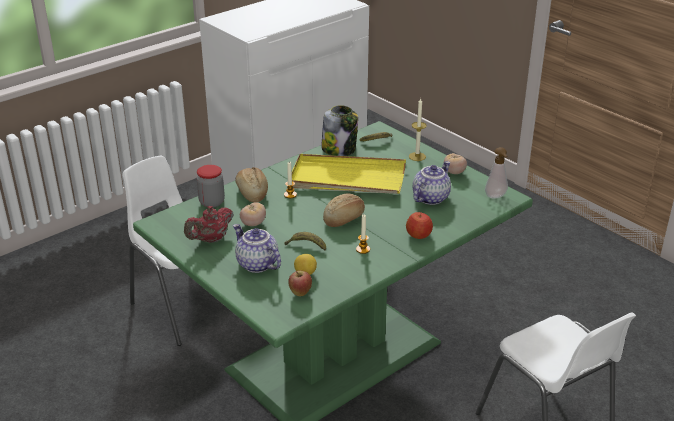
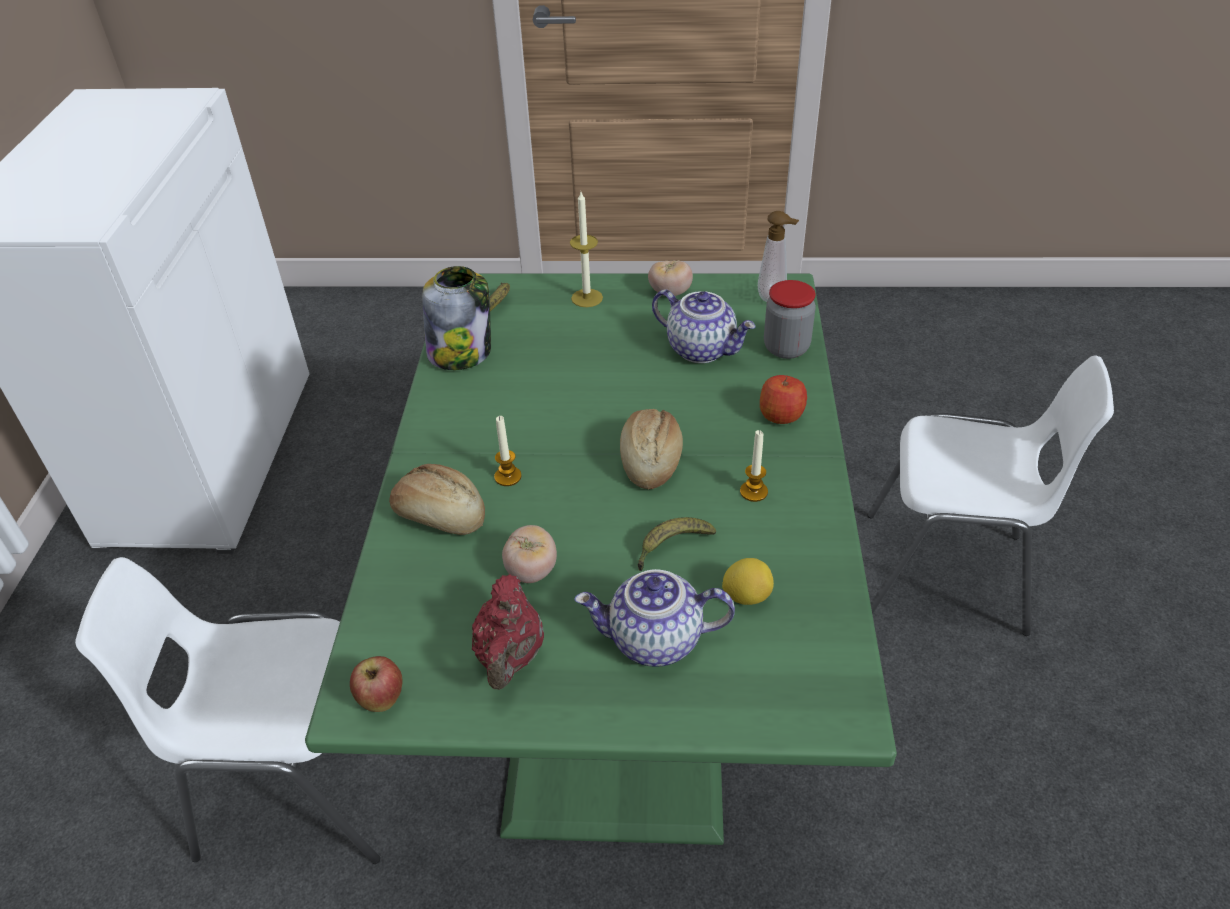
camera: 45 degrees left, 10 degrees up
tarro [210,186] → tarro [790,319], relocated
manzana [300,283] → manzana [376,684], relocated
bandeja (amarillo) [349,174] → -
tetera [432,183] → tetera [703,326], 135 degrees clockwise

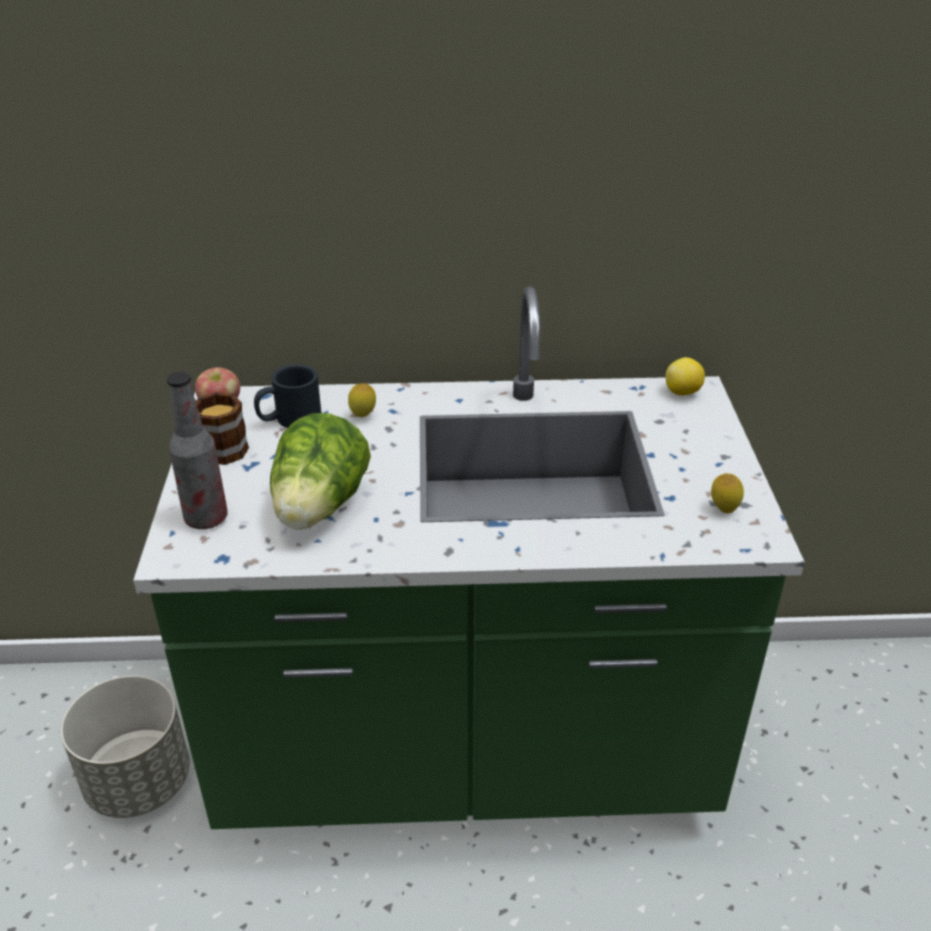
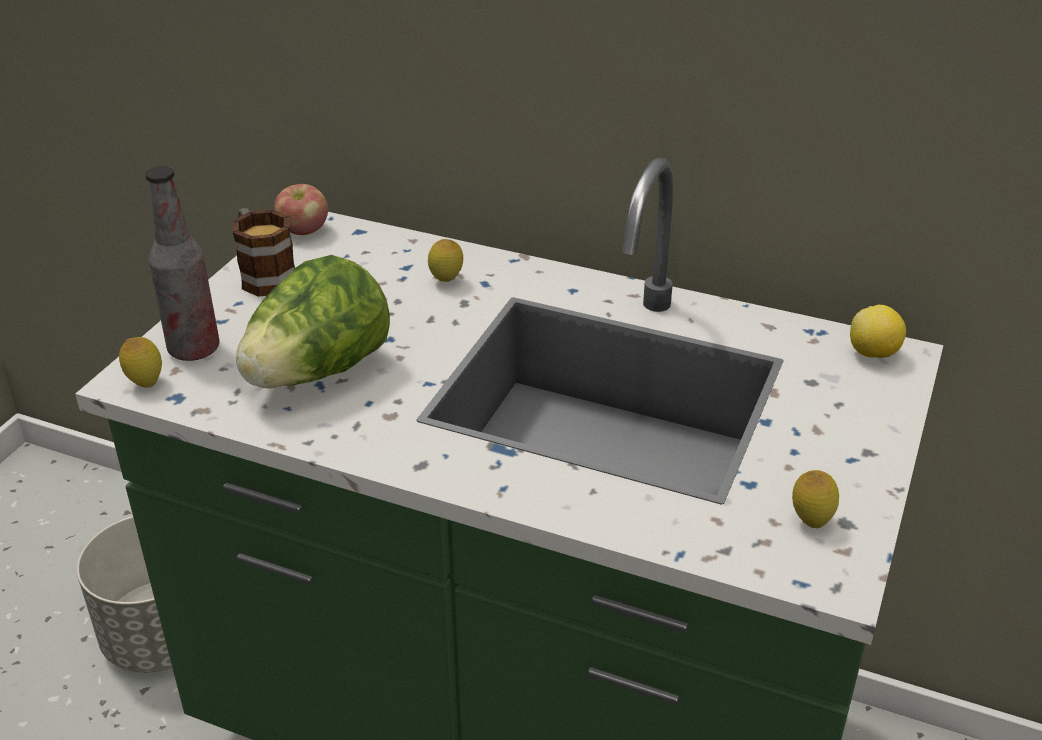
camera: 25 degrees right, 0 degrees up
taza grande (negro) [287,396] → -
- → limón [140,362]

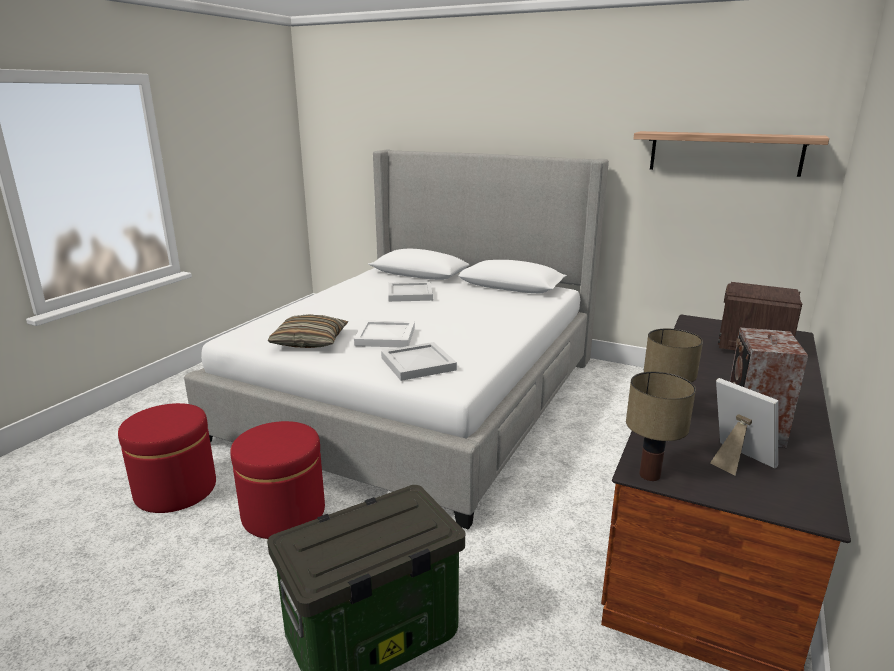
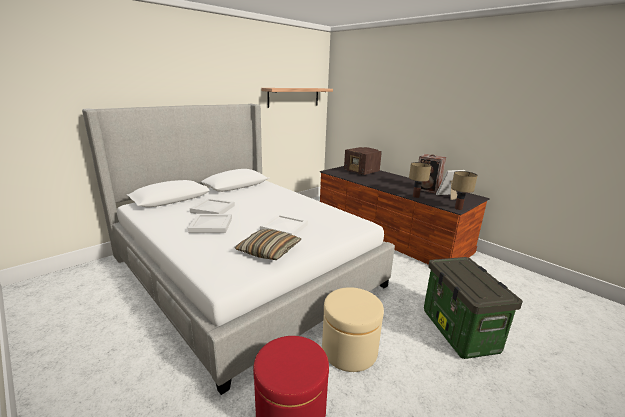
camera: 70 degrees left, 0 degrees up
puf (rojo) [277,480] → puf (beis) [353,329]
bandeja (blanco) [419,361] → bandeja (blanco) [210,223], relocated

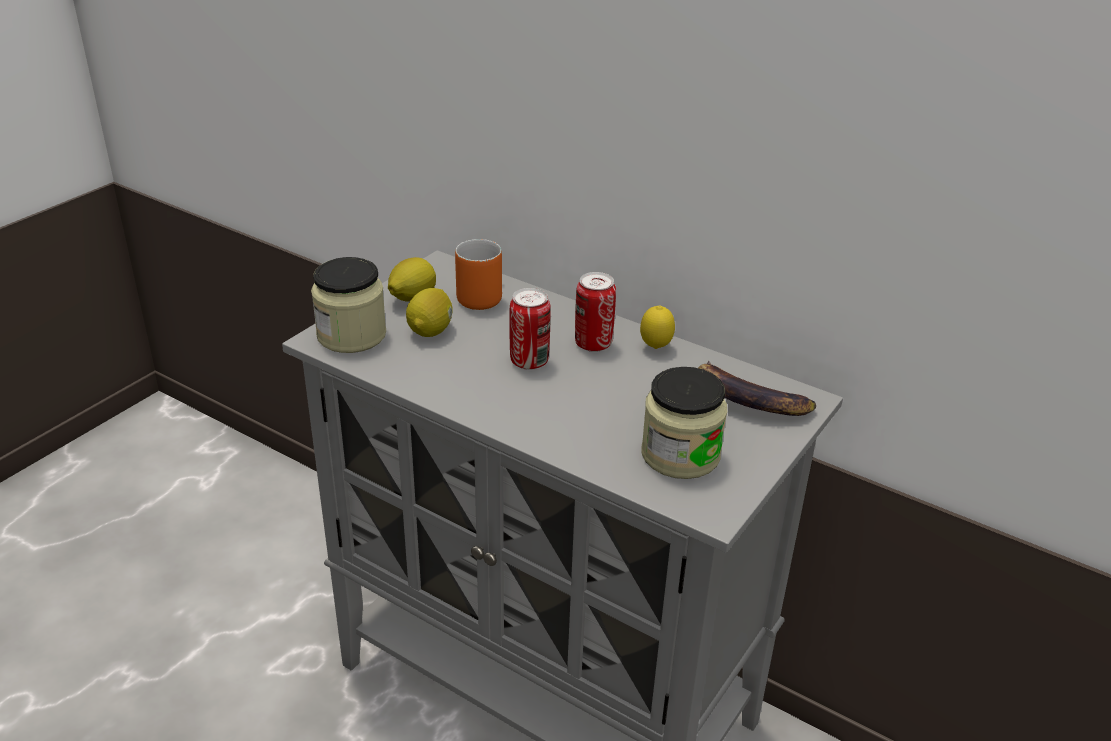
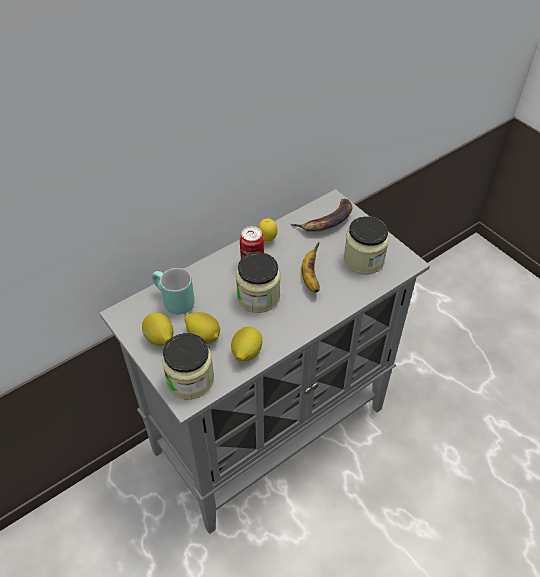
camera: 70 degrees left, 15 degrees up
taza grande (naranja) [478,274] → taza grande (turquesa) [173,291]
lata [530,329] → tarro [258,282]
- → limón [246,344]
- → plátano [310,267]

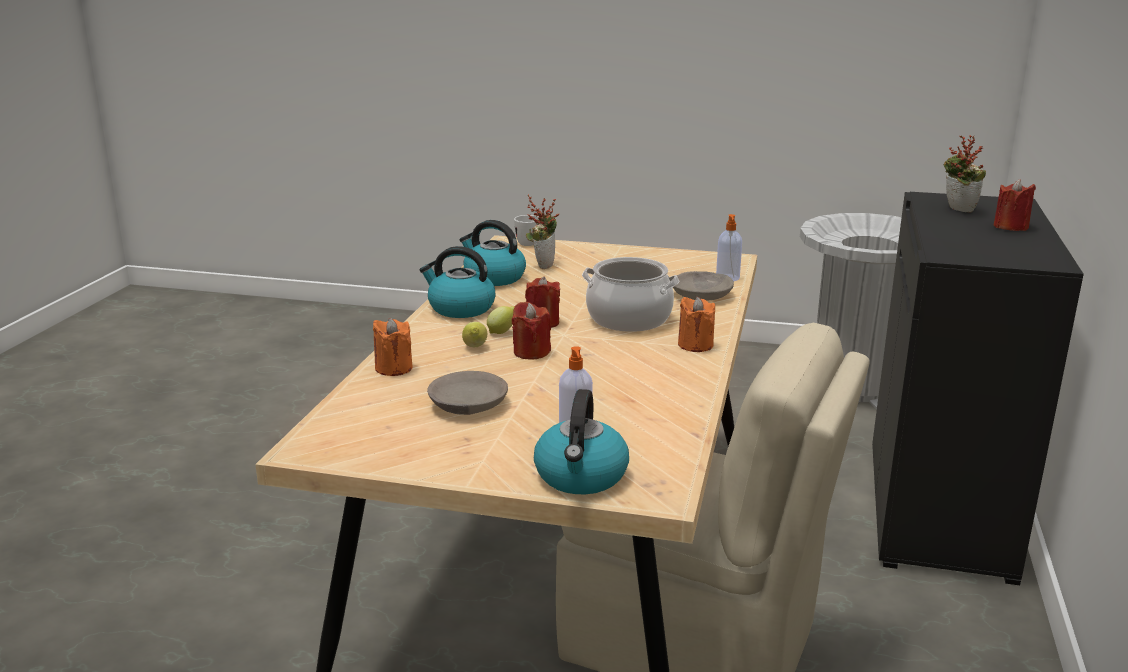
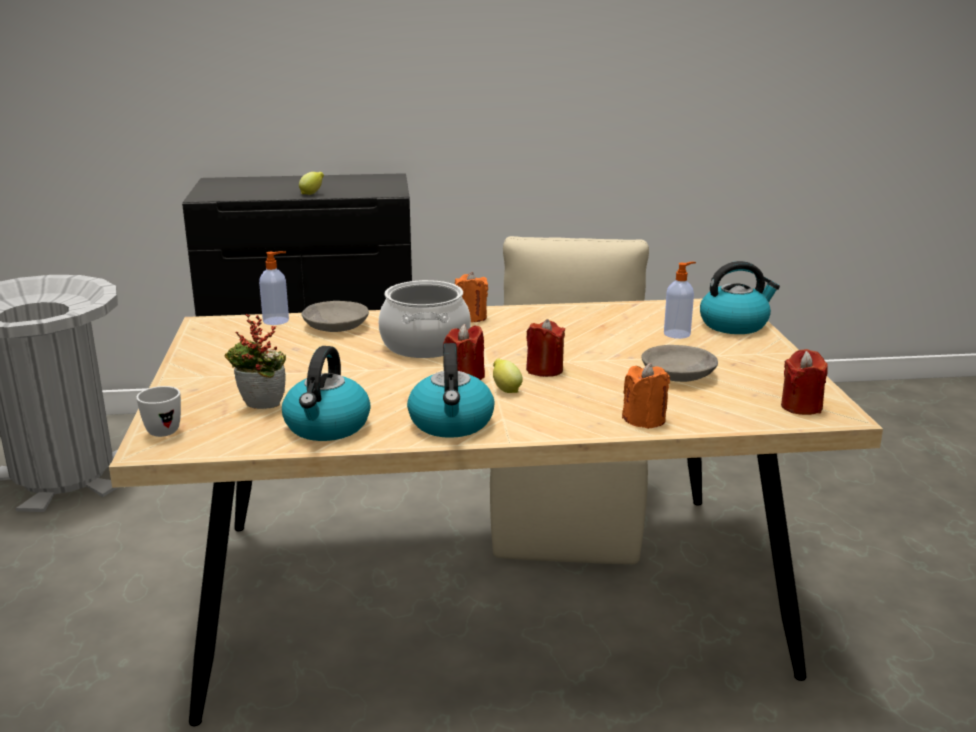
camera: 110 degrees left, 0 degrees up
limón [474,334] → limón [311,183], relocated
planta en maceta [965,173] → -
vela (rojo) [1015,205] → vela (rojo) [804,382], relocated

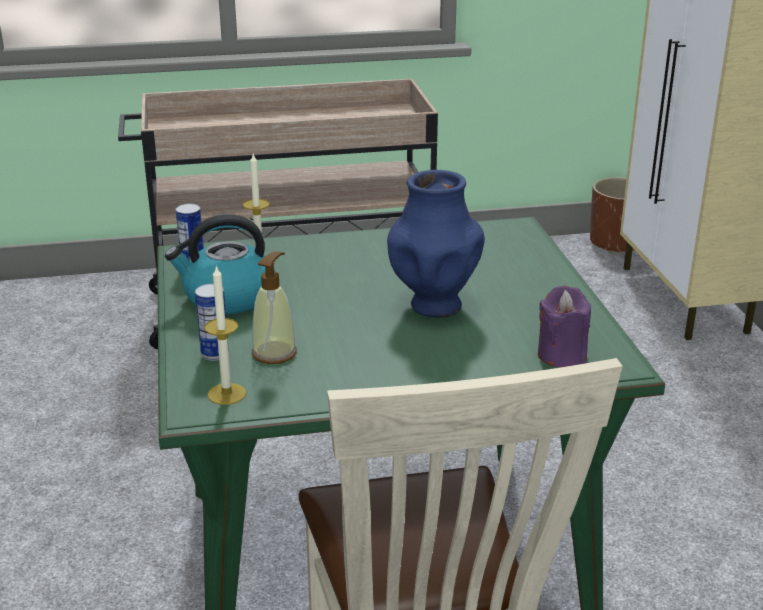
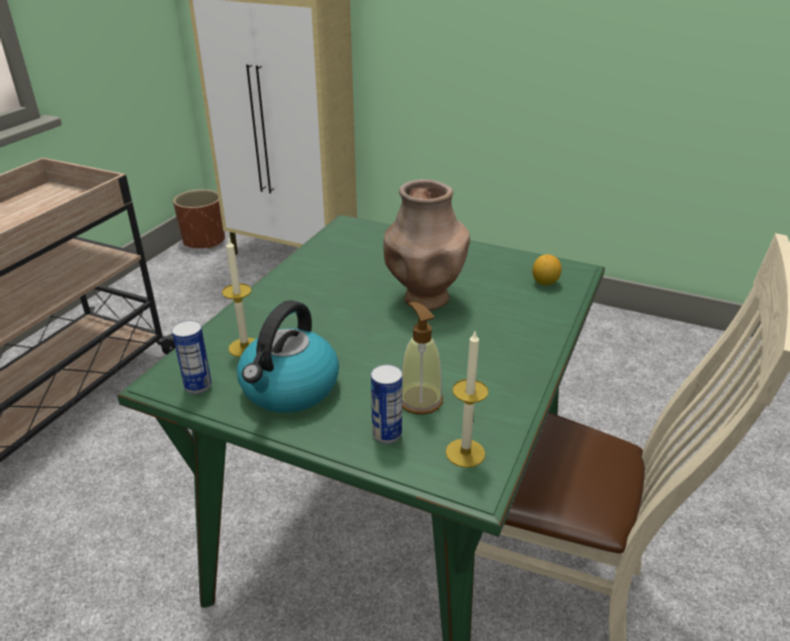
camera: 55 degrees left, 5 degrees up
florero (azul) [436,244] → florero (marrón) [426,244]
vela (morado) [564,326] → limón [547,269]

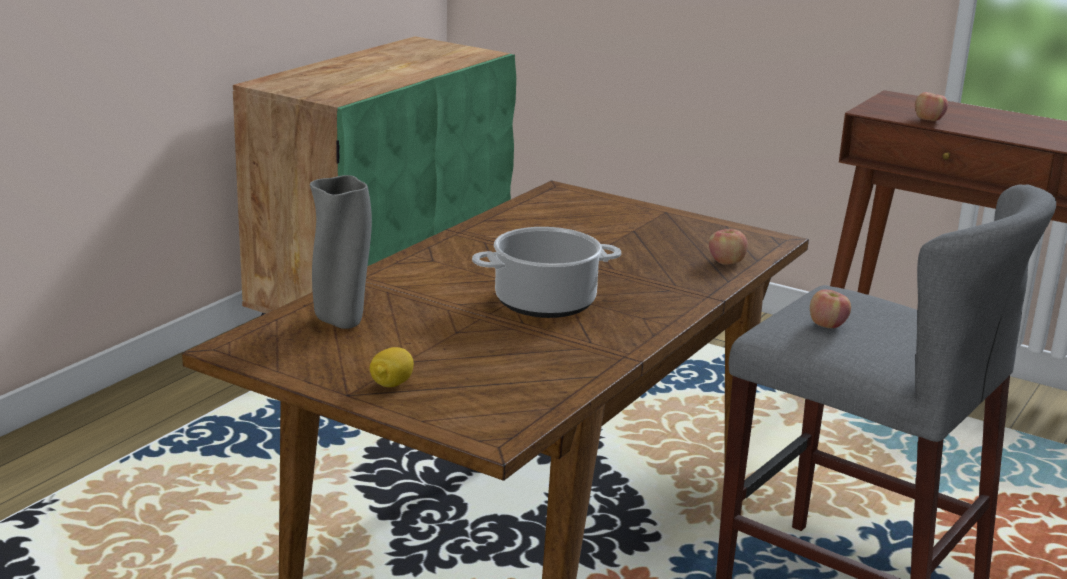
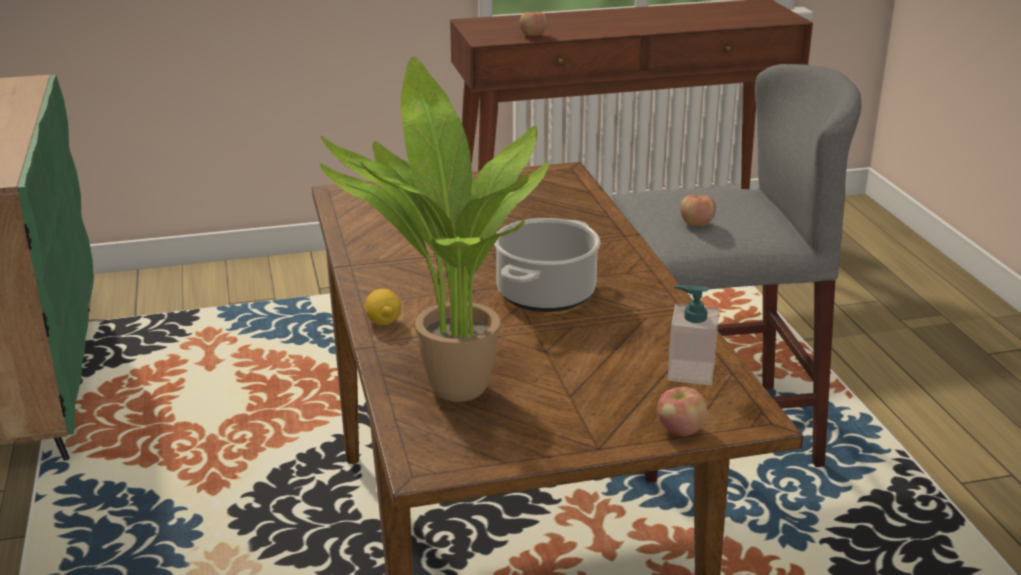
camera: 45 degrees left, 5 degrees up
florero (gris) [341,252] → planta en maceta [434,229]
limón [392,367] → limón [383,307], relocated
manzana [728,247] → manzana [682,411], relocated
- → dispensador de jabón [693,335]

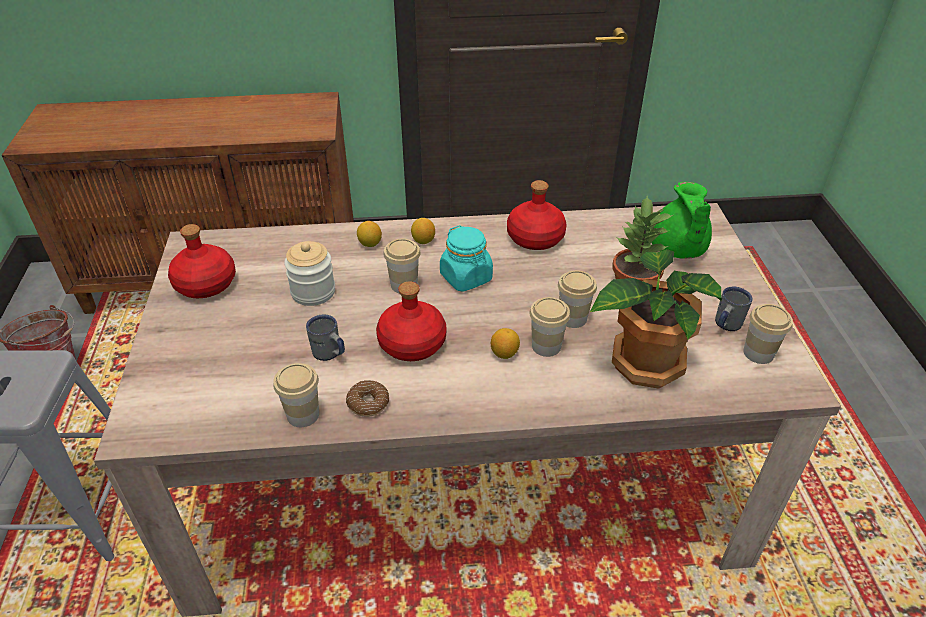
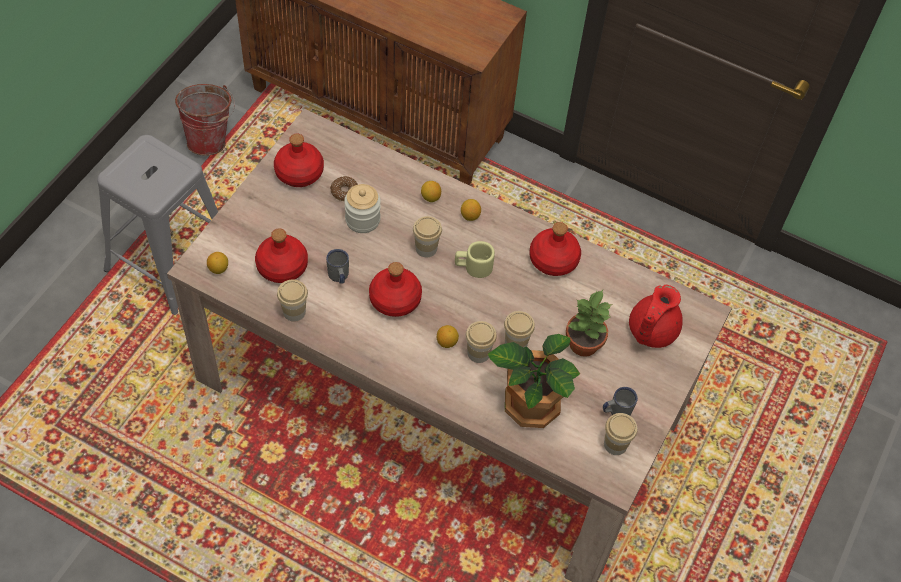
camera: 30 degrees right, 15 degrees up
rosquilla [367,398] → rosquilla [344,188], relocated
tarro (turquesa) [466,258] → taza grande (beis) [475,259]
tetera (verde) [681,220] → tetera (rojo) [656,316]
- → limón [217,263]
- → botella (rojo) [281,255]

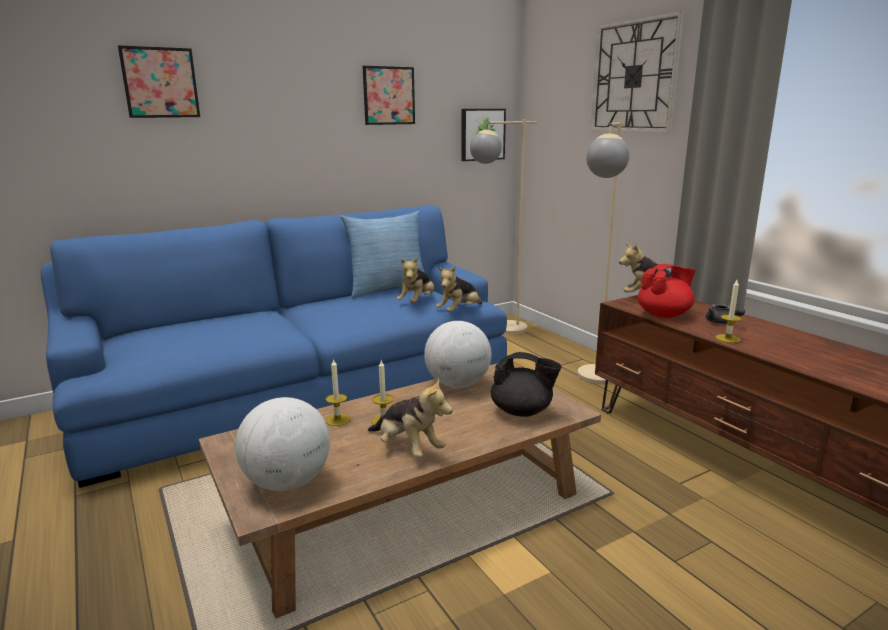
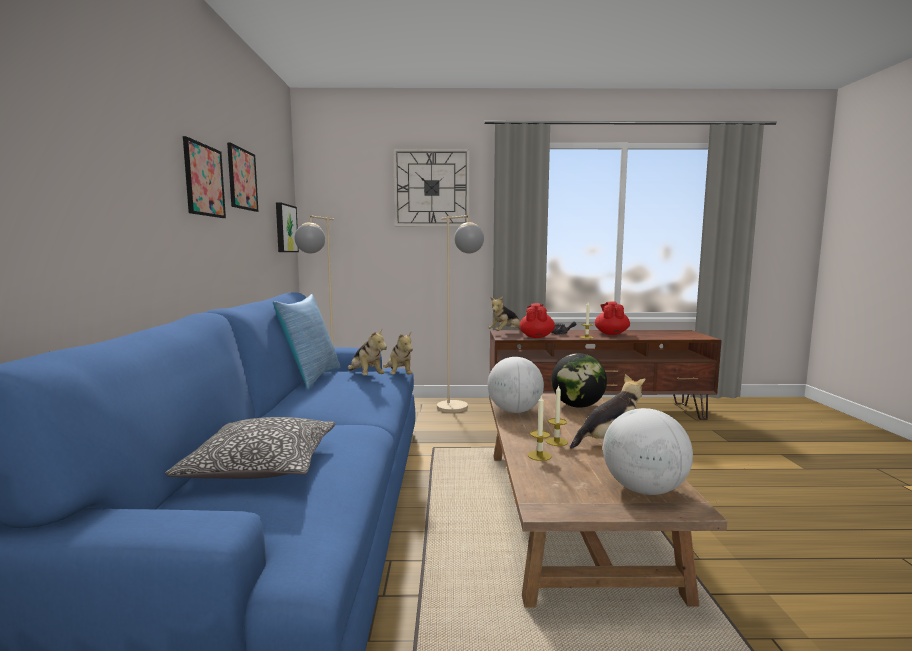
camera: 60 degrees left, 10 degrees down
cuadro [159,81] → cuadro [204,177], relocated
tetera (negro) [526,384] → globo terráqueo [579,380]
- → cojín [250,448]
- → tetera (rojo) [612,318]

